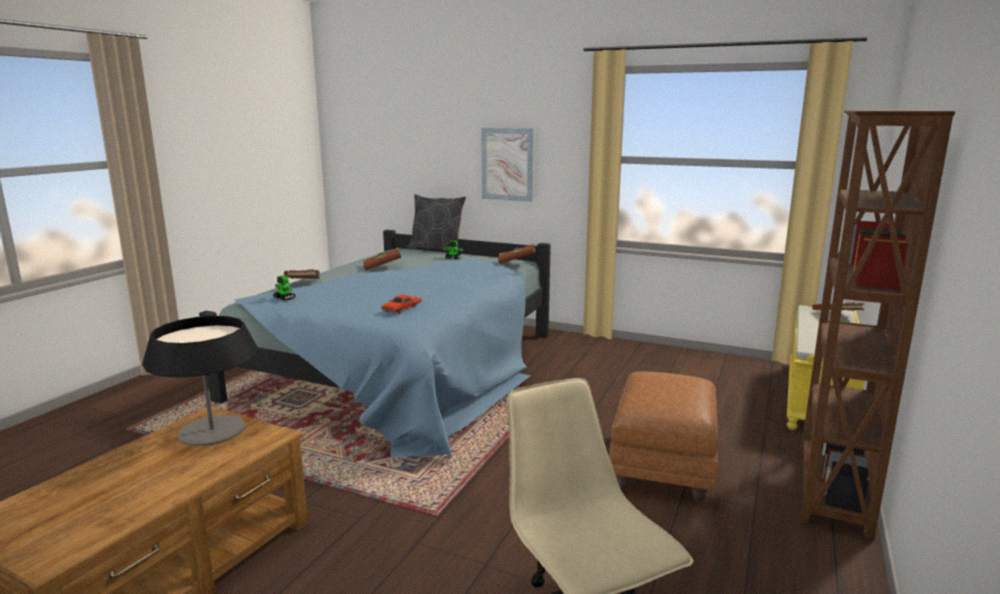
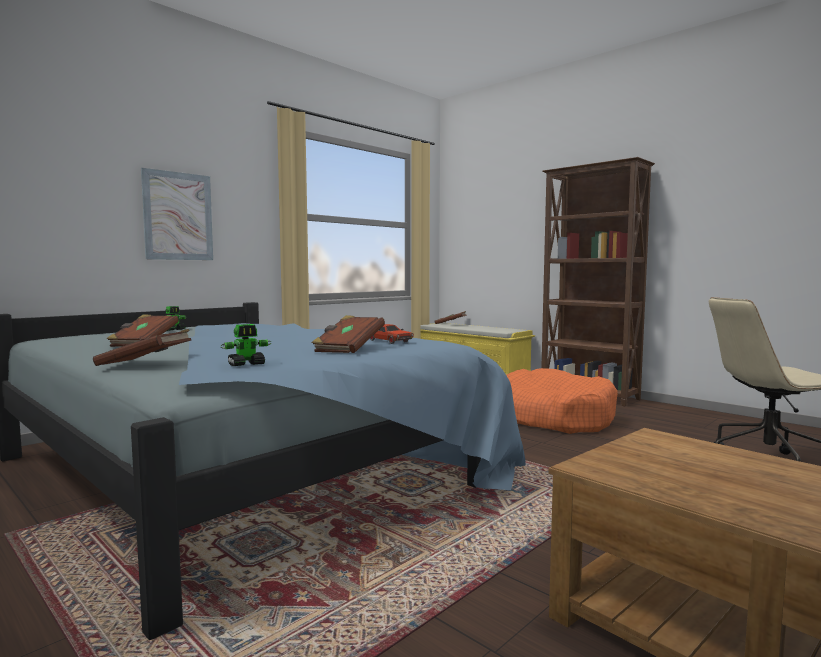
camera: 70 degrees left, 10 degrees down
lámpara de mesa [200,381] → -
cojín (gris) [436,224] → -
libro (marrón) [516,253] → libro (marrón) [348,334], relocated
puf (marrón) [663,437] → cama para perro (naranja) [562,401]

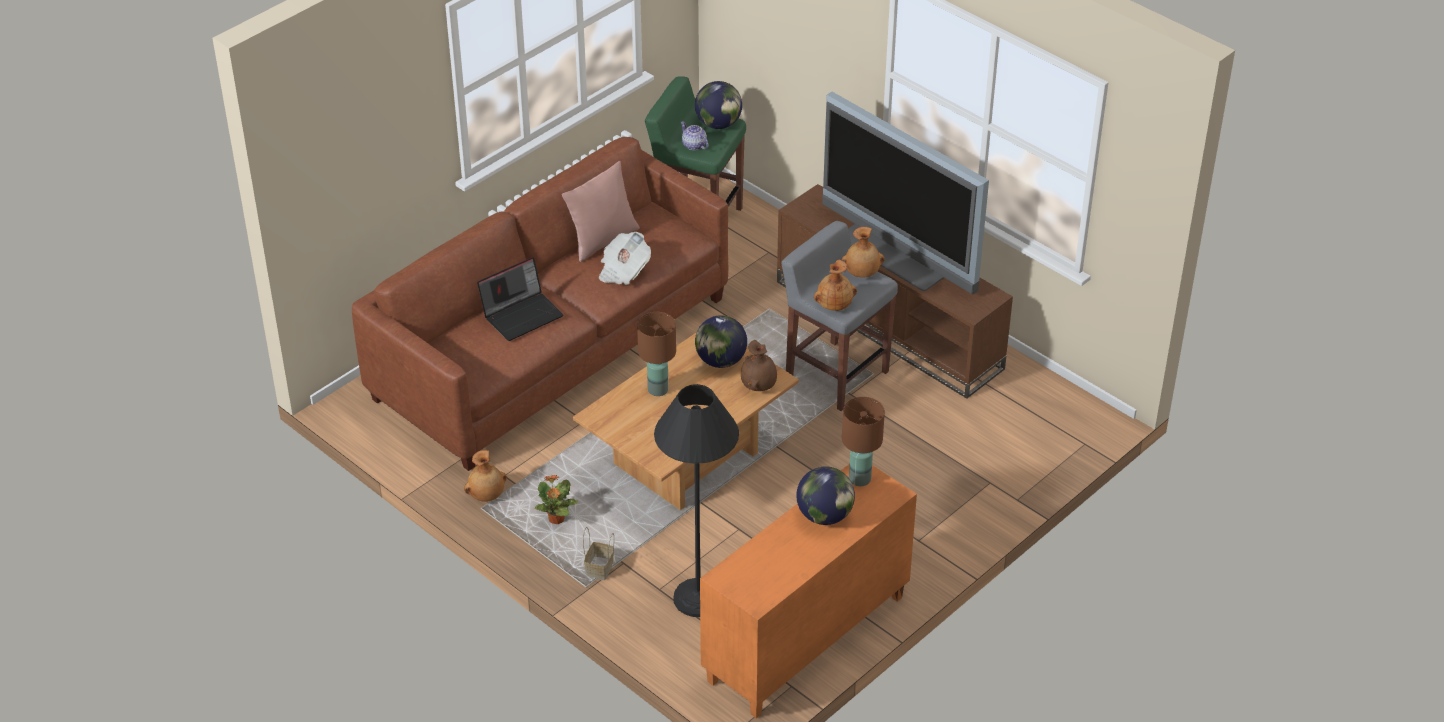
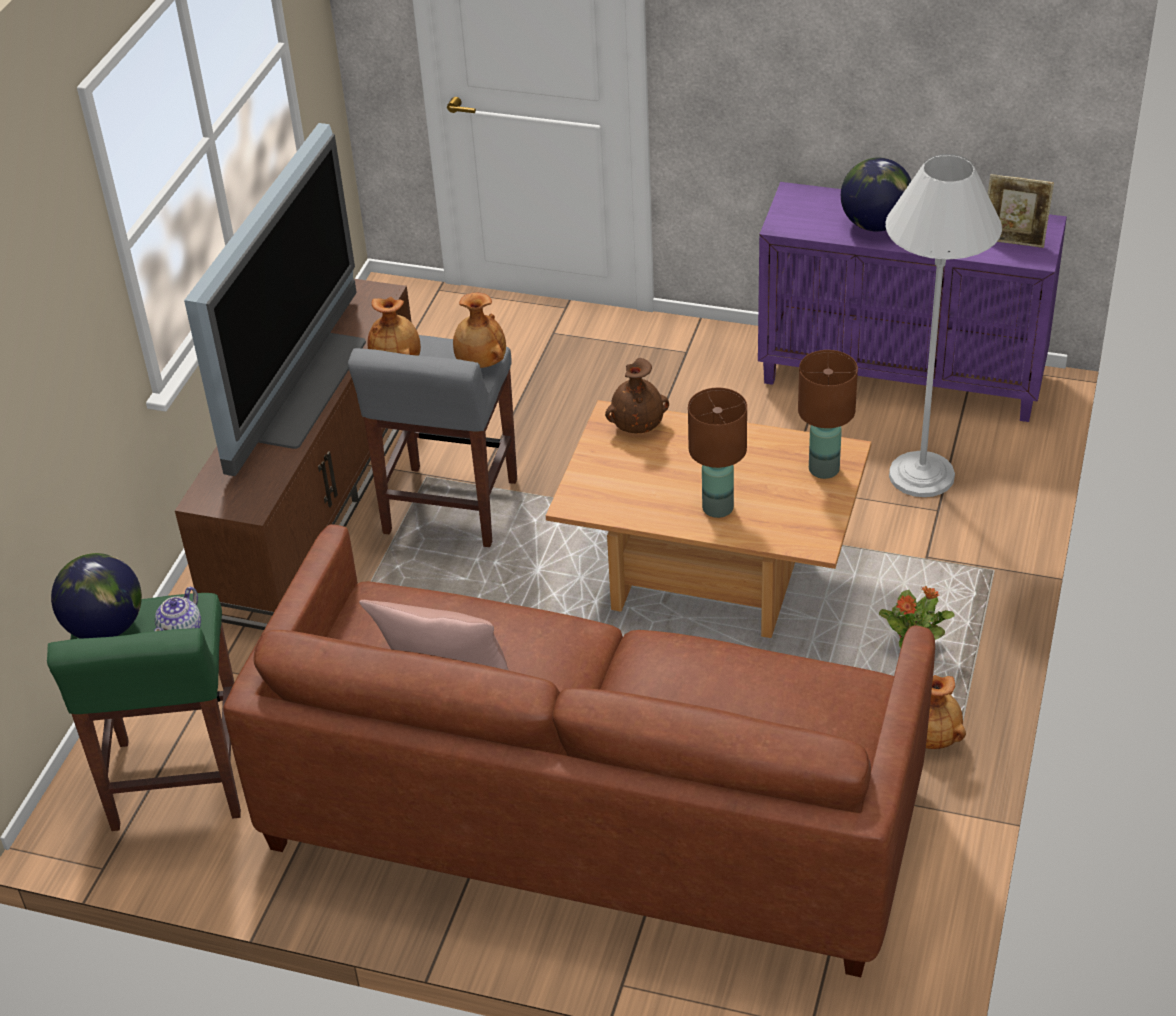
camera: 115 degrees left, 0 degrees up
portátil [520,299] → -
cesta [598,553] → -
periódico [625,258] → -
lámpara de pie (negro) [696,500] → lámpara de pie (blanco) [943,325]
globo terráqueo [721,341] → -
armario (naranja) [808,591] → armario (morado) [912,302]
lámpara de mesa (marrón) [863,441] → lámpara de mesa (marrón) [828,414], relocated
- → portarretratos [1021,211]

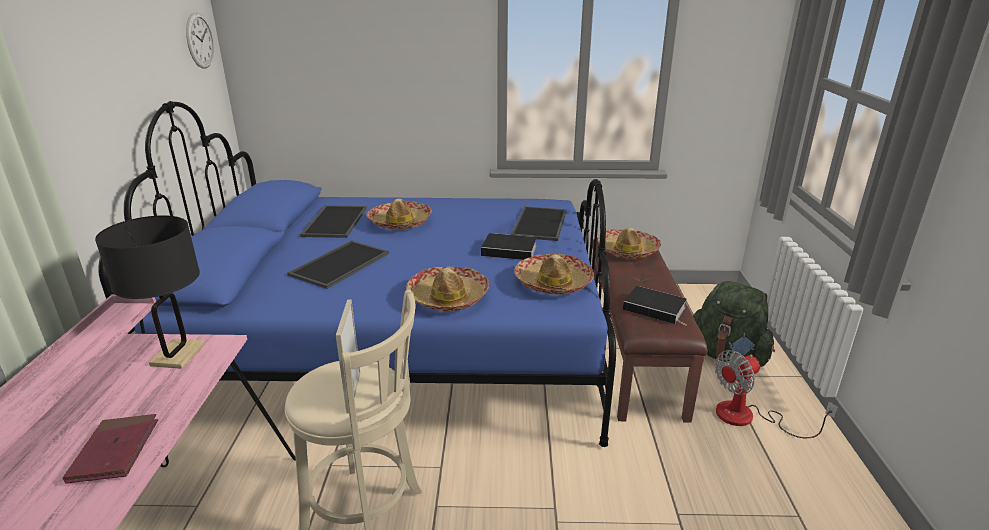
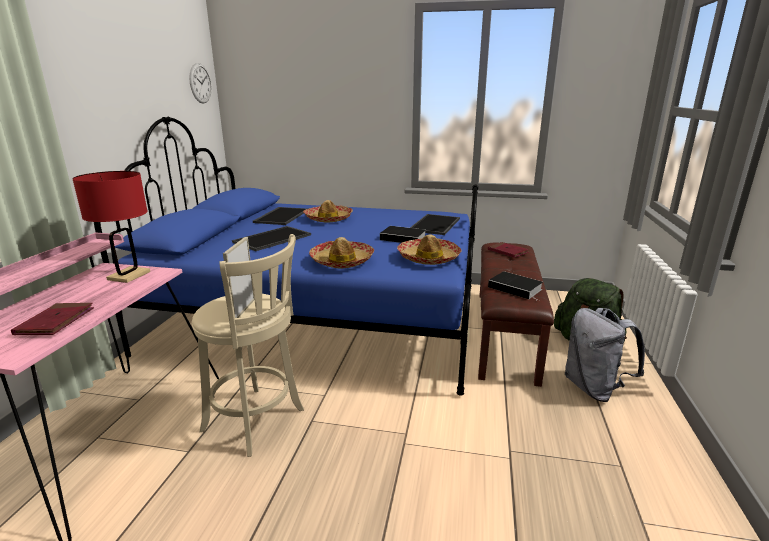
camera: 10 degrees right, 5 degrees down
lámpara de mesa (negro) [150,292] → lámpara de mesa (rojo) [111,227]
sombrero [630,243] → libro (rojo) [508,250]
ventilador [776,394] → mochila (gris) [605,355]

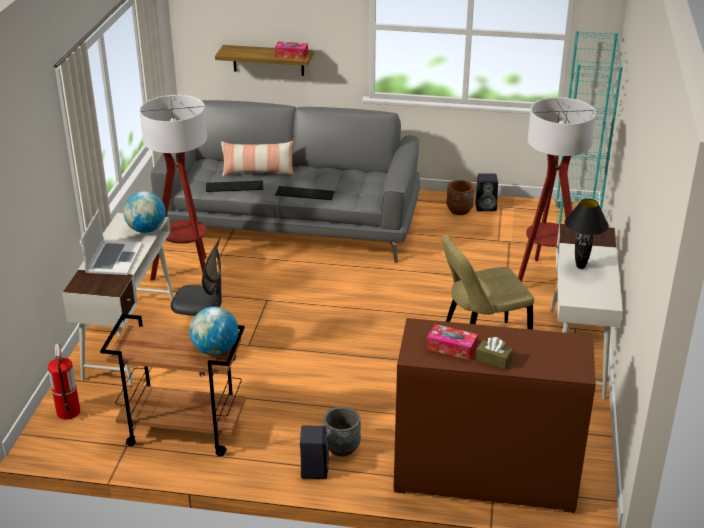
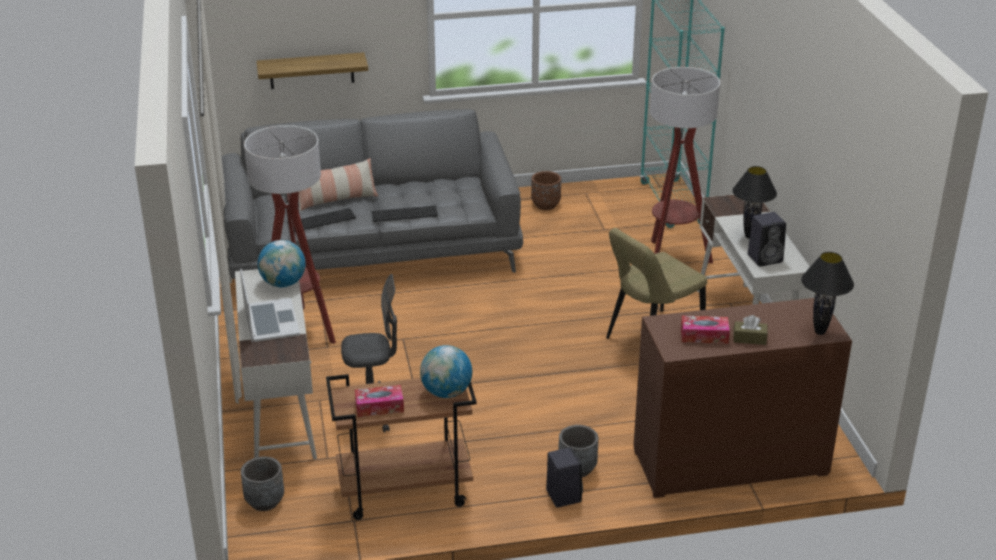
camera: 20 degrees left, 0 degrees up
extintor [64,381] → maceta (gris) [262,484]
caja de pañuelos [291,50] → caja de pañuelos [379,401], relocated
altavoz (negro) [486,192] → altavoz (negro) [767,239], relocated
- → lámpara de mesa (negro) [827,293]

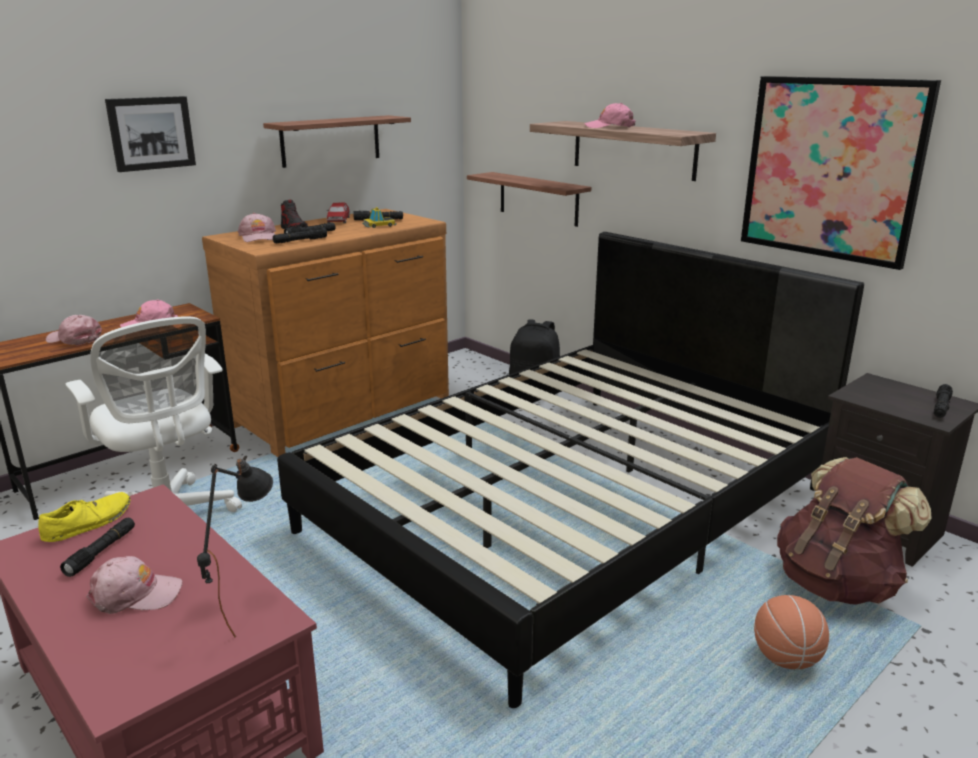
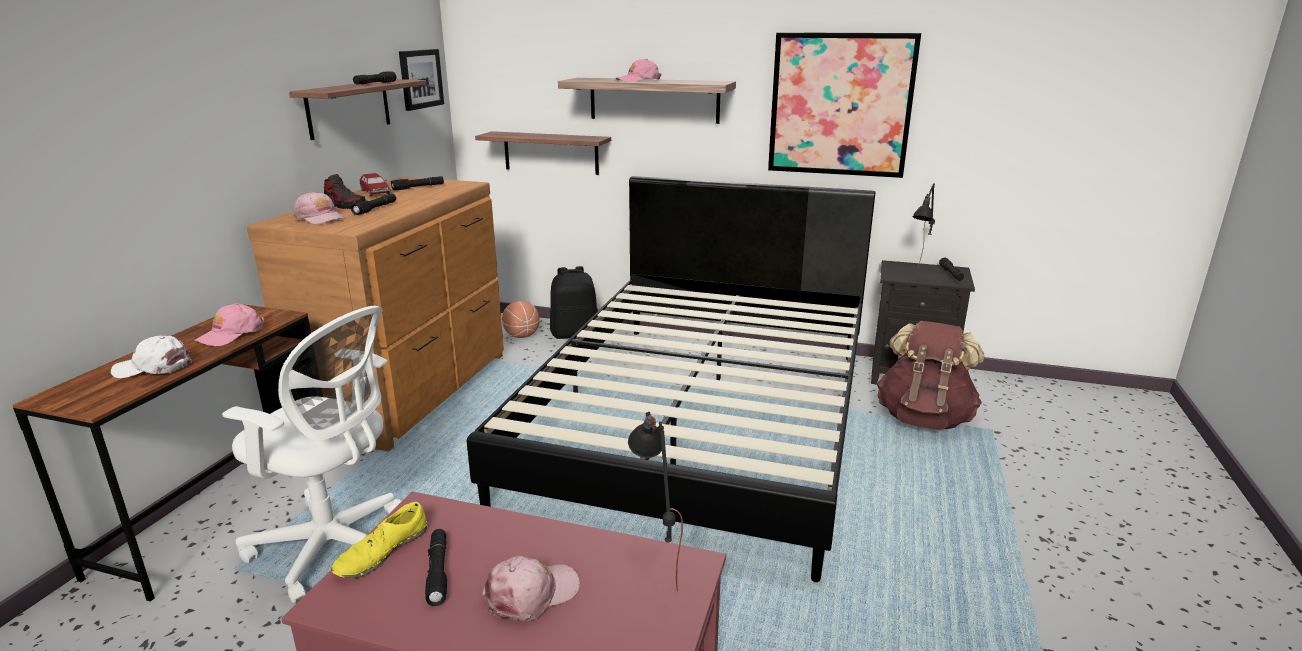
camera: 30 degrees left, 0 degrees up
zapato (amarillo) [84,517] → zapato (amarillo) [379,540], 150 degrees counterclockwise
gorra (rosa) [74,330] → gorra (blanco) [151,357]
cuadro [150,134] → cuadro [421,80], relocated
linterna (negro) [300,235] → linterna (negro) [375,77], relocated
coche de juguete [379,217] → -
balón de baloncesto [791,632] → balón de baloncesto [521,319], relocated
- → lámpara de mesa (negro) [923,226]

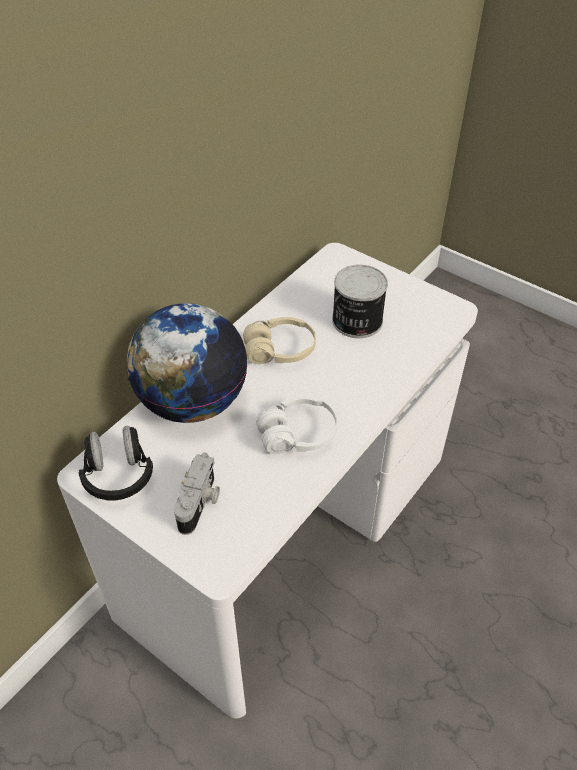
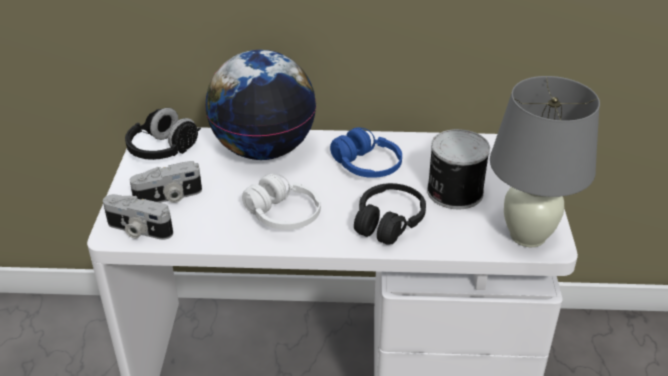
camera: 55 degrees right, 10 degrees down
auriculares (beis) [279,340] → auriculares (azul) [366,152]
- → cámara [138,217]
- → auriculares (negro) [390,214]
- → lámpara de mesa (gris) [545,161]

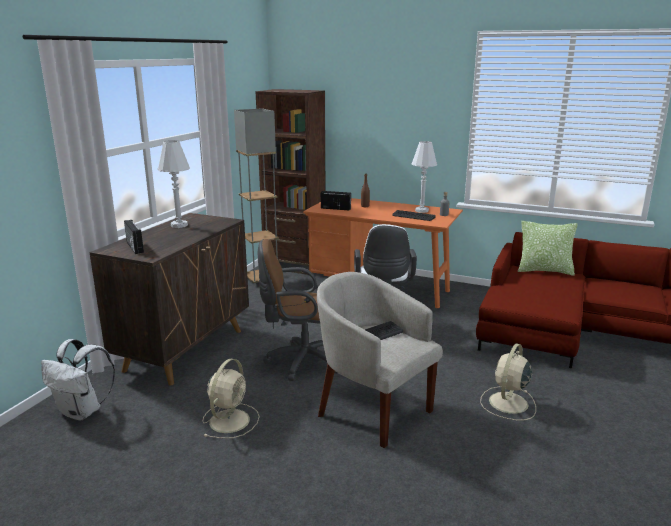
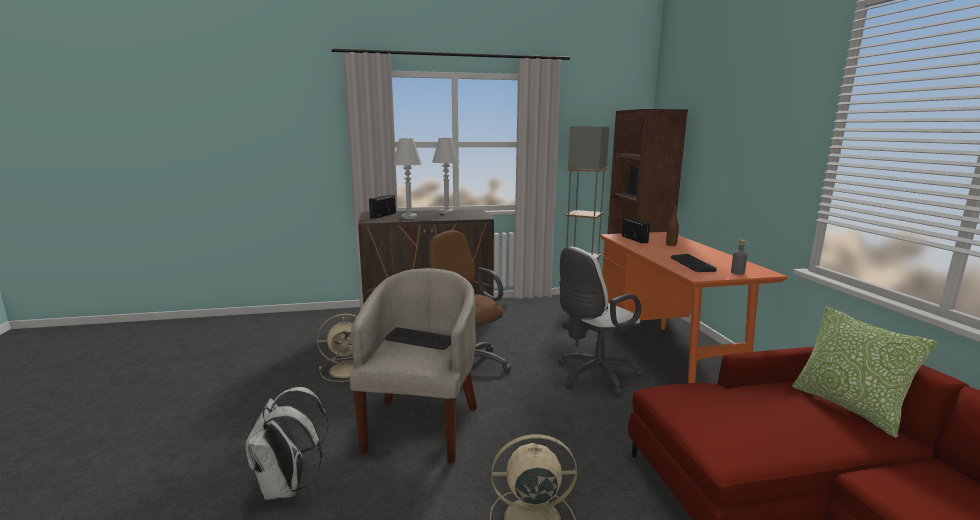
camera: 55 degrees right, 5 degrees down
mochila (blanco) [78,379] → mochila (blanco) [287,443], relocated
lámpara de mesa (blanco) [424,177] → lámpara de mesa (blanco) [407,178], relocated

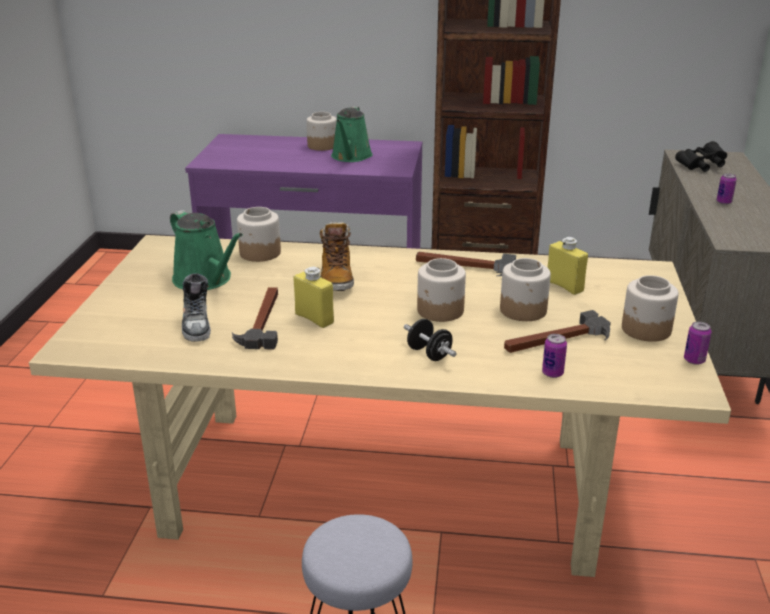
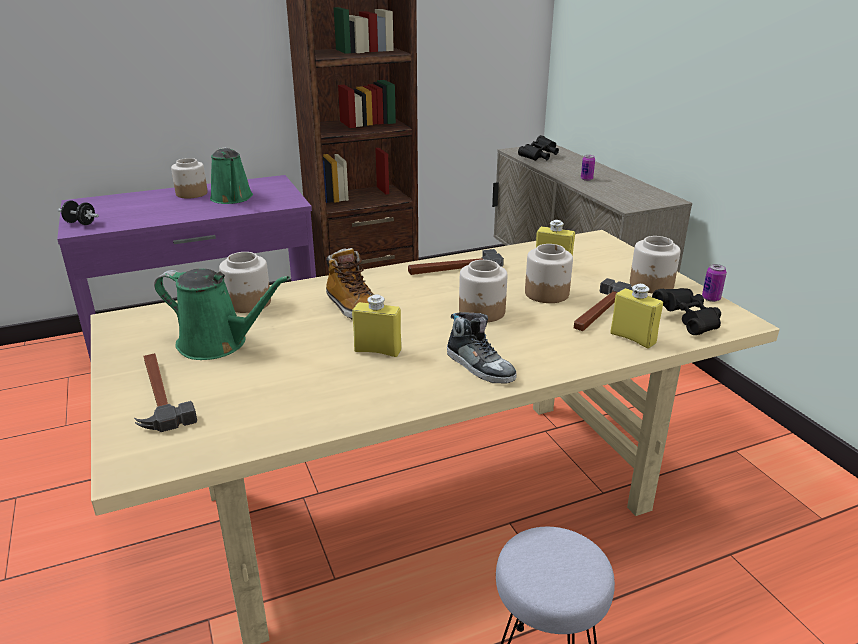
camera: 30 degrees left, 0 degrees up
zapato [196,307] → zapato [482,347], relocated
martillo [255,318] → martillo [165,392], relocated
mancuerna (negro) [430,340] → mancuerna (negro) [78,212], relocated
lata [554,356] → botella (amarillo) [636,316]
- → prismáticos (negro) [686,311]

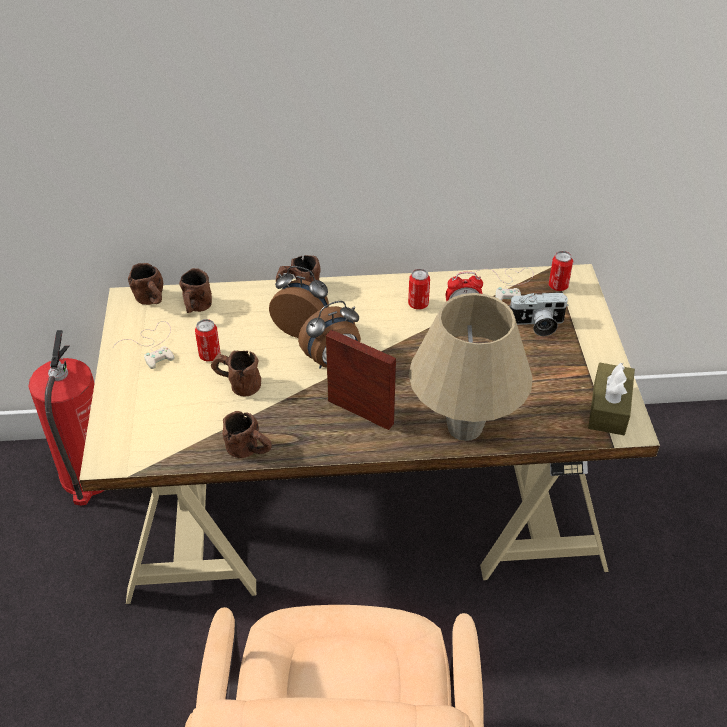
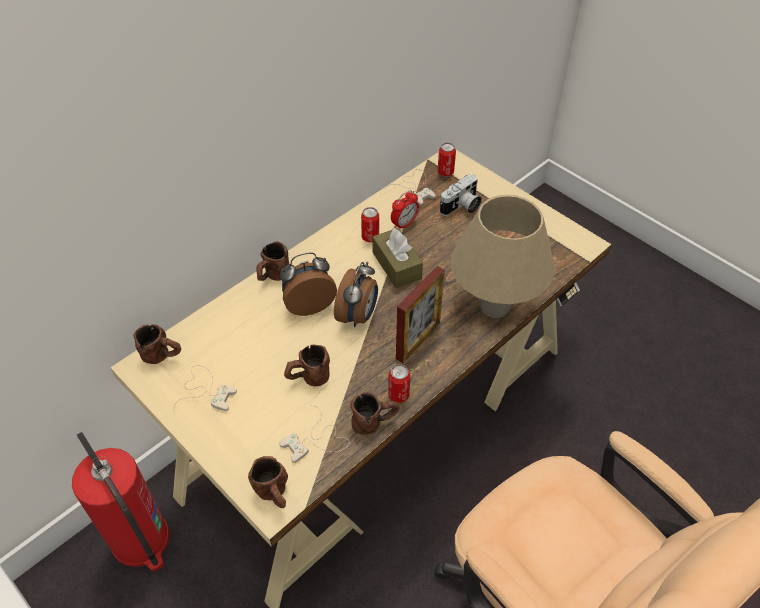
camera: 40 degrees left, 5 degrees up
taza grande (marrón) [195,290] → taza grande (marrón) [268,482], relocated
lata [207,340] → lata [399,383], relocated
portarretratos [361,380] → portarretratos [420,314], 135 degrees clockwise
caja de pañuelos (marrón) [611,399] → caja de pañuelos (marrón) [397,258], relocated
- → mando de consola (blanco) [314,434]

